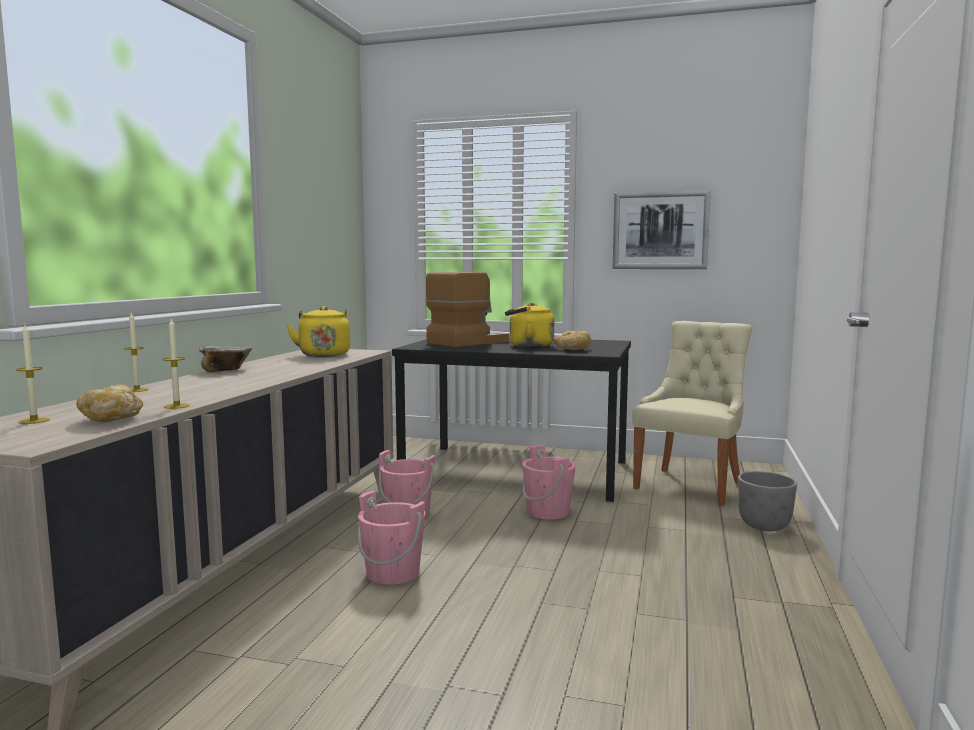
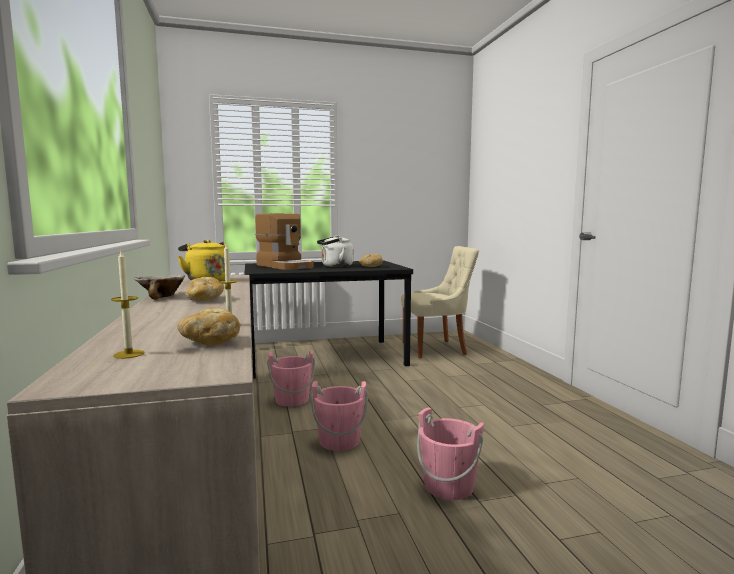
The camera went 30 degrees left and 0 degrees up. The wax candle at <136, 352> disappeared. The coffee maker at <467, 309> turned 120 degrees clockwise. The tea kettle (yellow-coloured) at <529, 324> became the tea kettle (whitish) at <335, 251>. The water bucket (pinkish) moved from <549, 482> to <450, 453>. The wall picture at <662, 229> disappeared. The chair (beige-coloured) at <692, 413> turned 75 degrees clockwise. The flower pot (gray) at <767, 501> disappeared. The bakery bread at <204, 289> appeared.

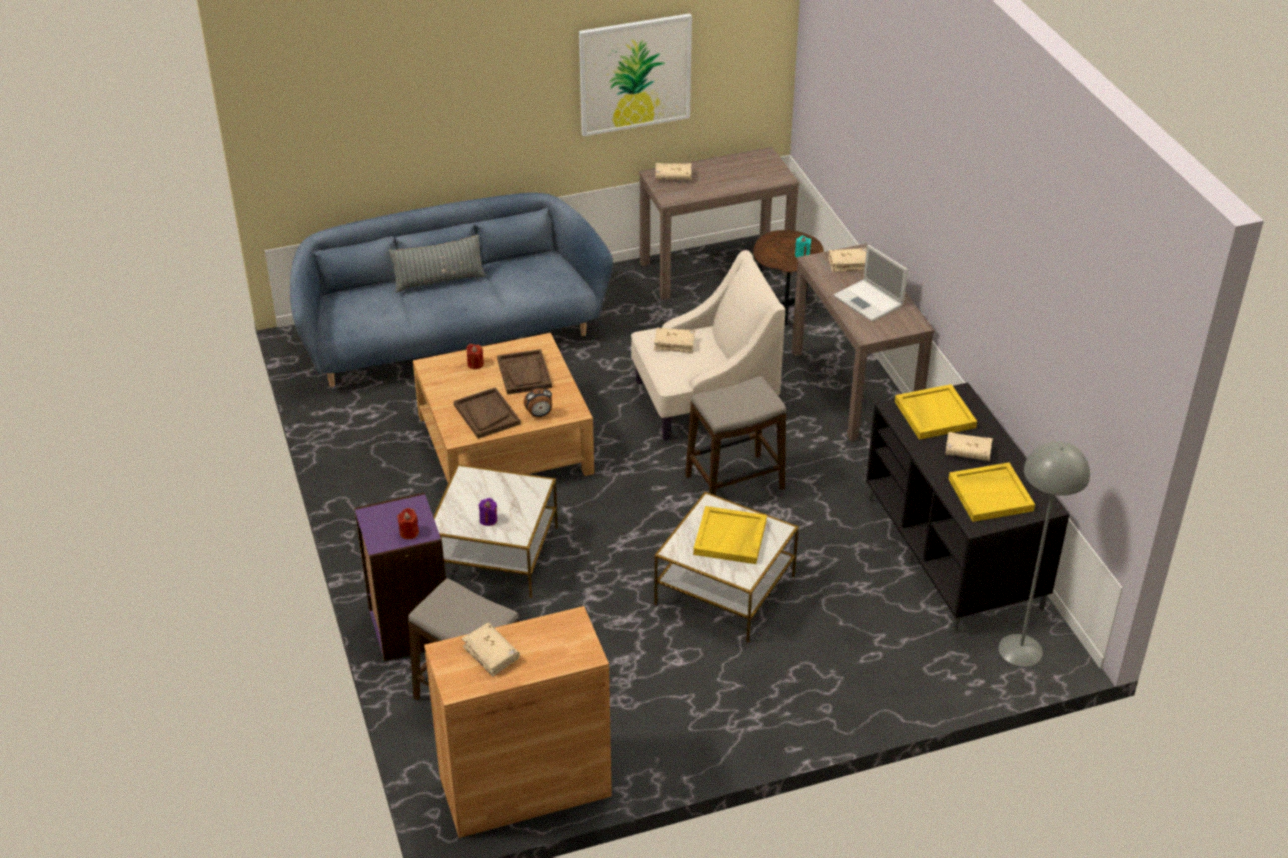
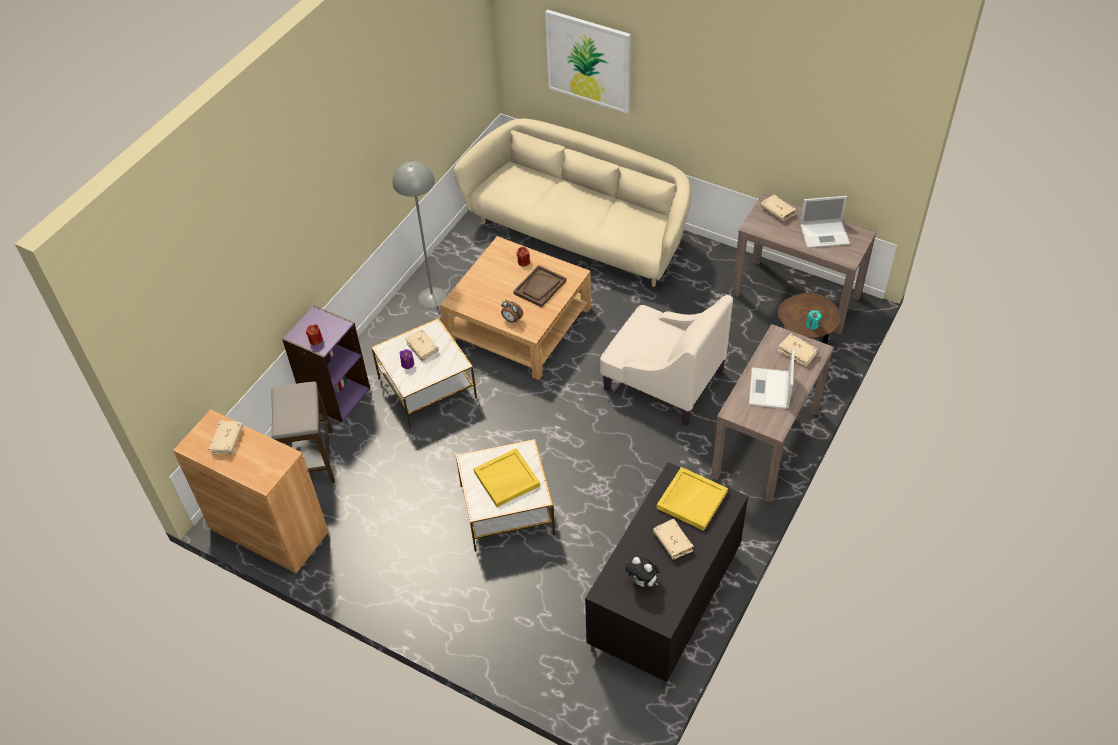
The camera went 50 degrees right and 10 degrees up. The sofa (blue) at <451, 290> became the sofa (beige-coloured) at <573, 203>. The cushion (gray) at <437, 263> disappeared. The tray (brownish) at <487, 413> disappeared. The wall picture moved from <635, 75> to <588, 61>. The volume (beige-coloured) moved from <674, 340> to <422, 345>. The stool seat at <735, 435> disappeared. The tray (yellow-coloured) at <991, 492> was replaced by the plush toy at <642, 572>. The standing lamp (gray) moved from <1044, 553> to <419, 234>. The laptop at <825, 222> appeared.

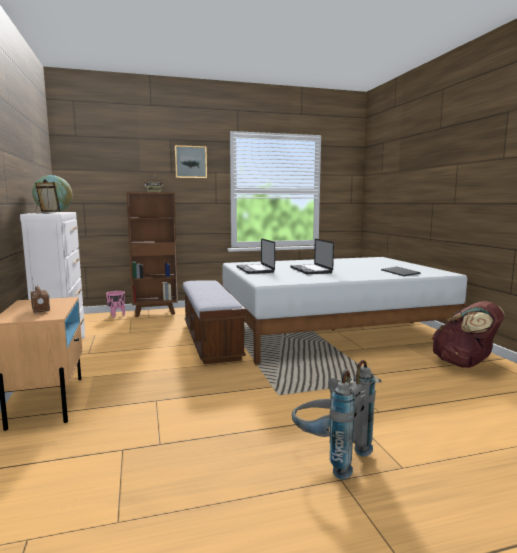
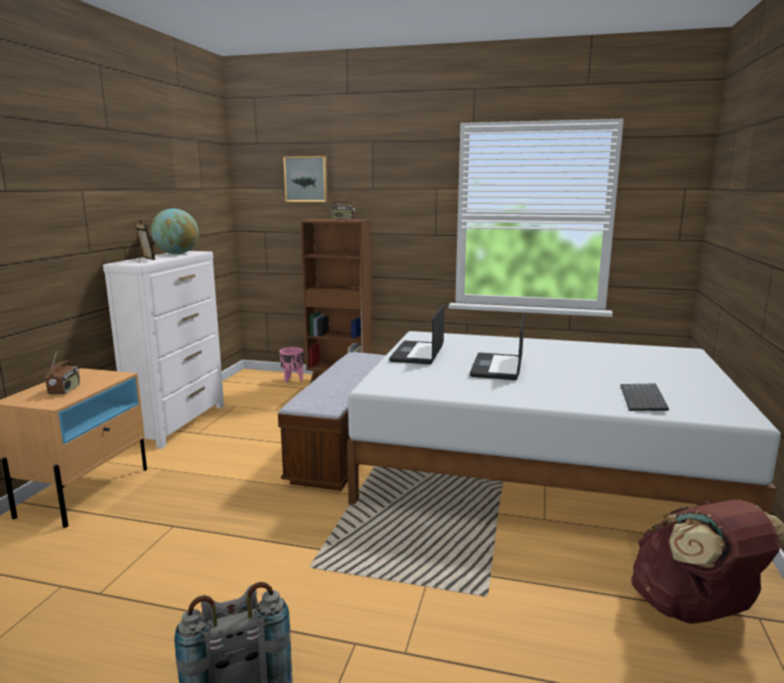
The camera went 30 degrees right and 5 degrees up. The wall picture moved from <191, 161> to <305, 179>.

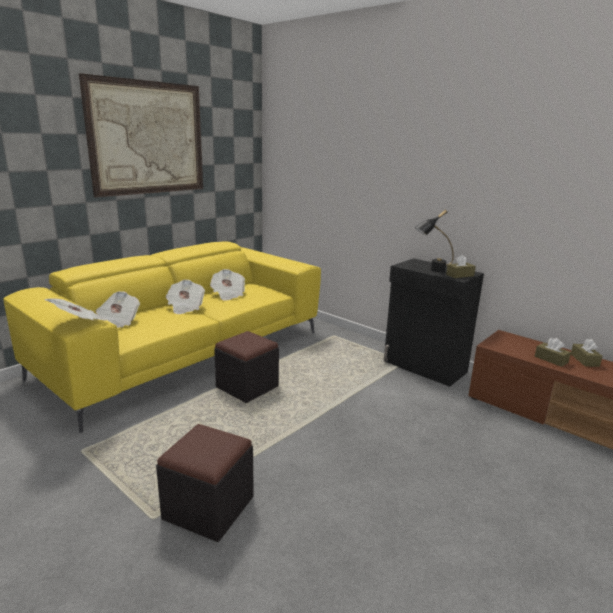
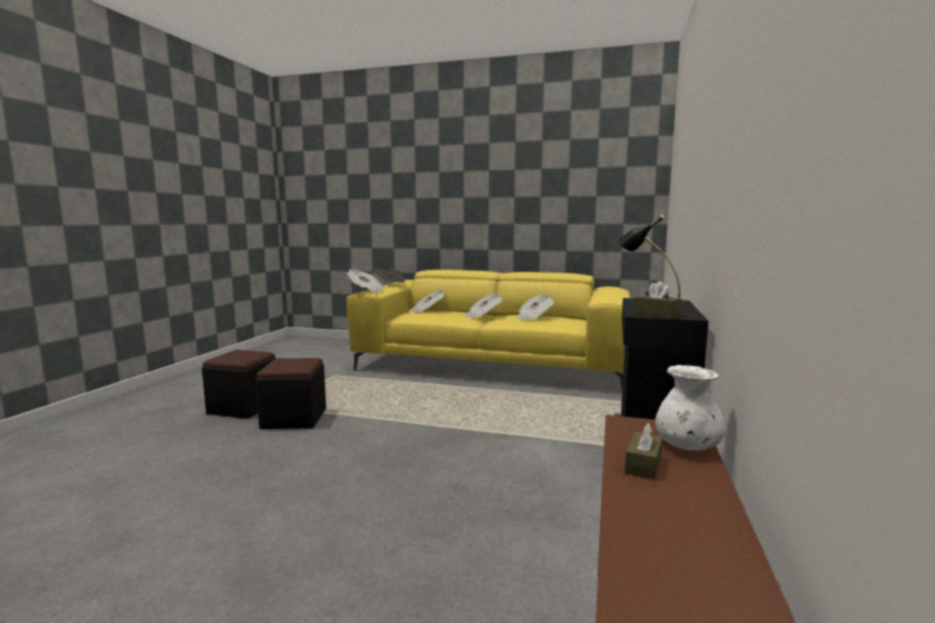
The camera went 65 degrees right and 10 degrees down. The wall picture at <141, 135> disappeared. The ottoman (blackish) moved from <246, 367> to <239, 384>. The tissue box (brownish) at <587, 353> disappeared. The daily paper at <389, 274> appeared. The decorative vase (whitish) at <690, 408> appeared.

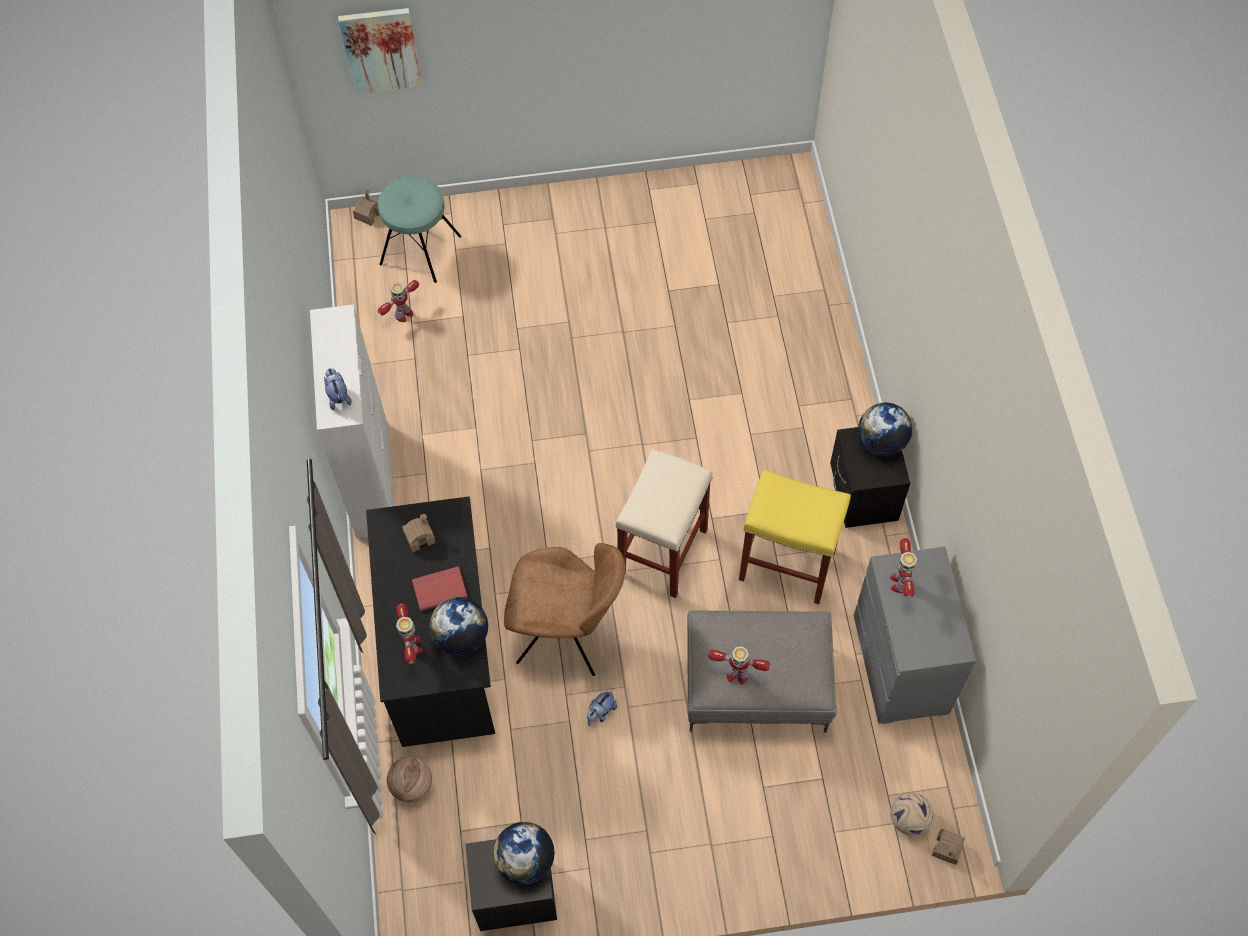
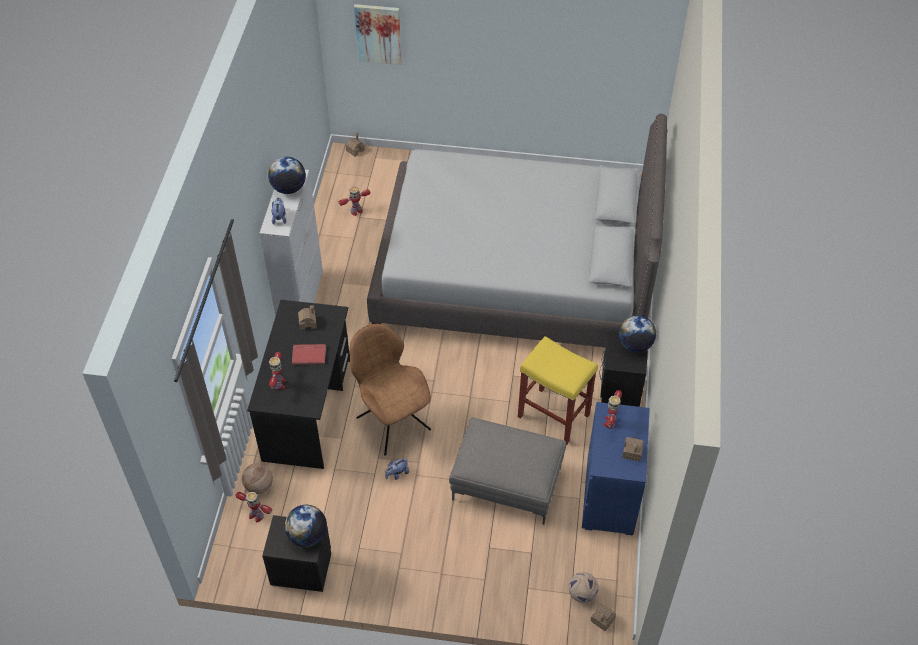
The camera went 15 degrees right and 10 degrees down. The stool seat (turquoise) at <419, 229> disappeared. The desk globe moved from <459, 626> to <287, 175>. The chair (brownish) at <564, 609> turned 150 degrees counterclockwise. The stool seat (beige-coloured) at <664, 523> disappeared. The model robot moved from <739, 665> to <254, 507>. The drawer chest (gray) at <915, 635> became the drawer chest (blue) at <616, 468>. The bedroom bed (gray) at <517, 230> appeared. The miniature house at <633, 449> appeared.

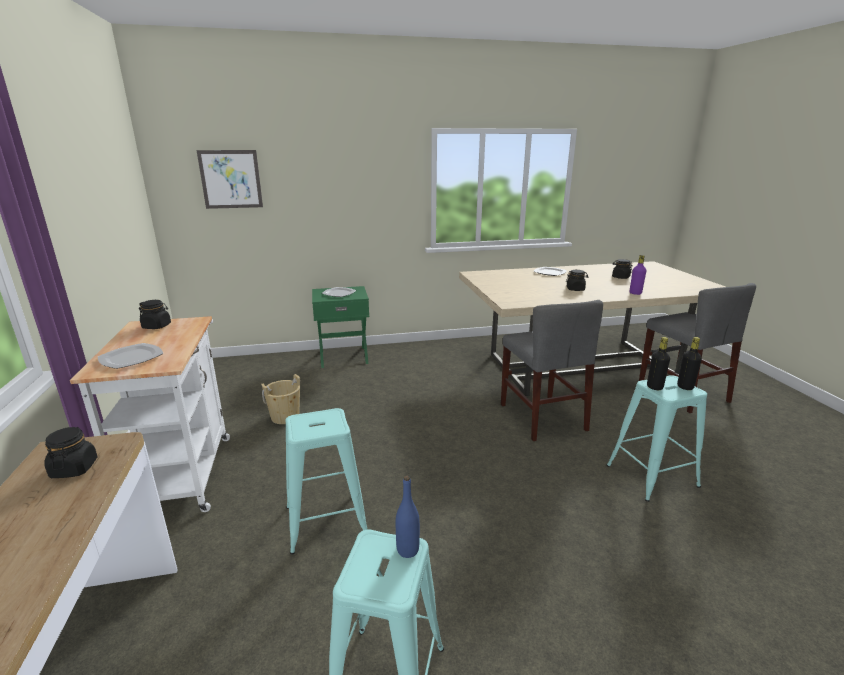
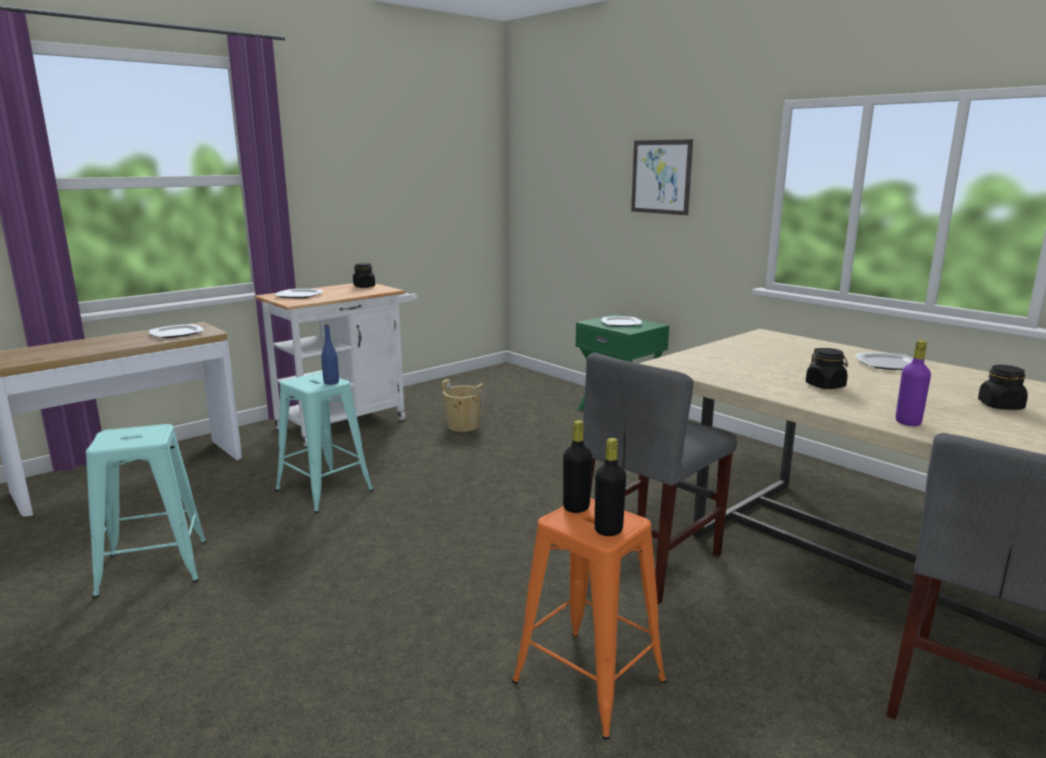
The camera went 60 degrees right and 5 degrees down. The preserve jar (blackish) at <71, 452> was replaced by the plate at <176, 331>. The wall picture moved from <230, 179> to <662, 177>. The beverage bottle (blue) moved from <408, 517> to <330, 354>. The stool seat (turquoise) at <657, 438> became the stool seat (orange-coloured) at <589, 619>.

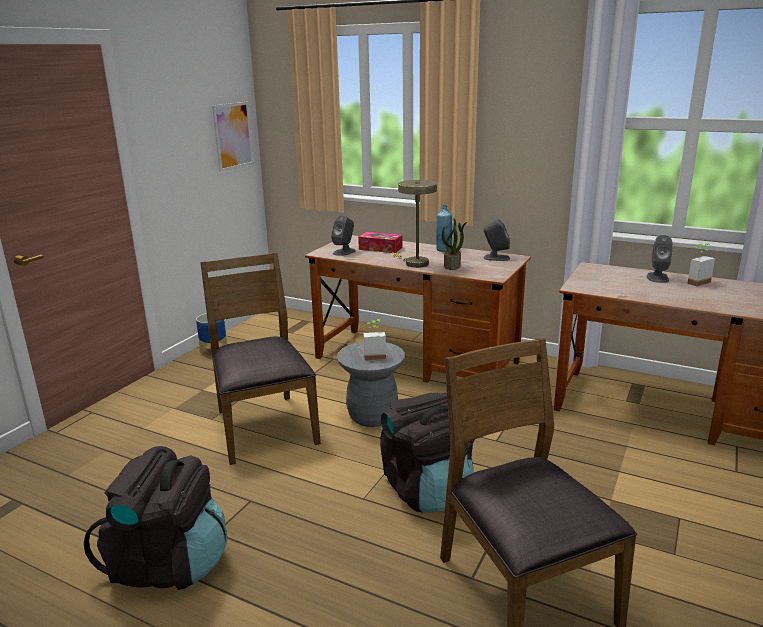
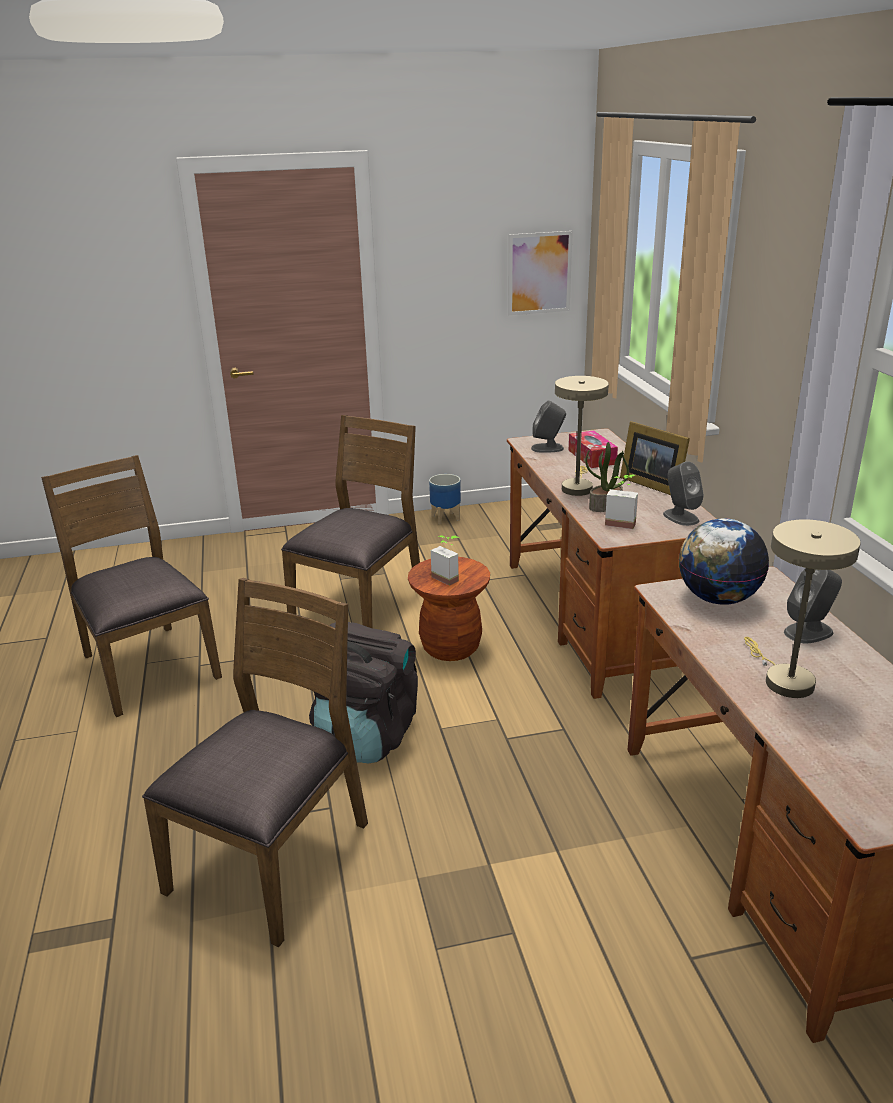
The camera went 50 degrees right and 5 degrees up. The knapsack (blackish) at <155, 518> was replaced by the chair (brownish) at <131, 586>. The stool seat (gray) at <371, 384> became the stool seat (brownish) at <449, 609>. The beverage bottle (blue) at <444, 228> was replaced by the photo frame at <655, 458>. The potted plant moved from <701, 264> to <621, 502>. The desk globe at <724, 561> appeared. The tabletop lamp (beige-coloured) at <802, 608> appeared.

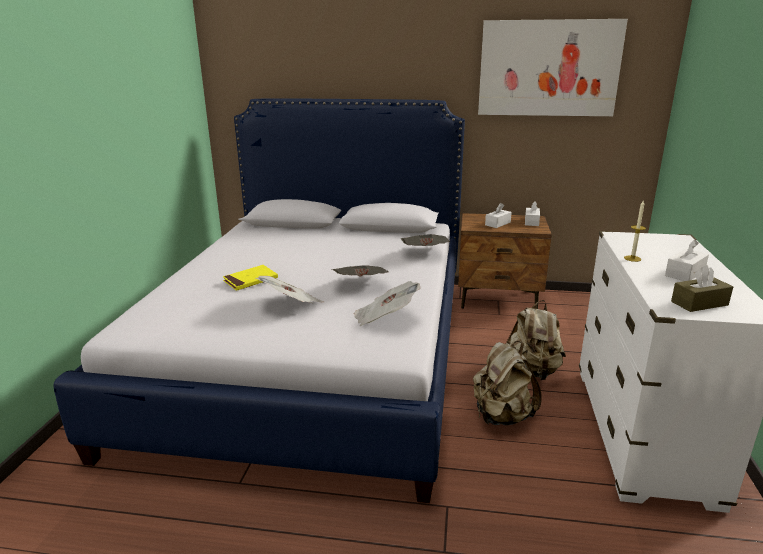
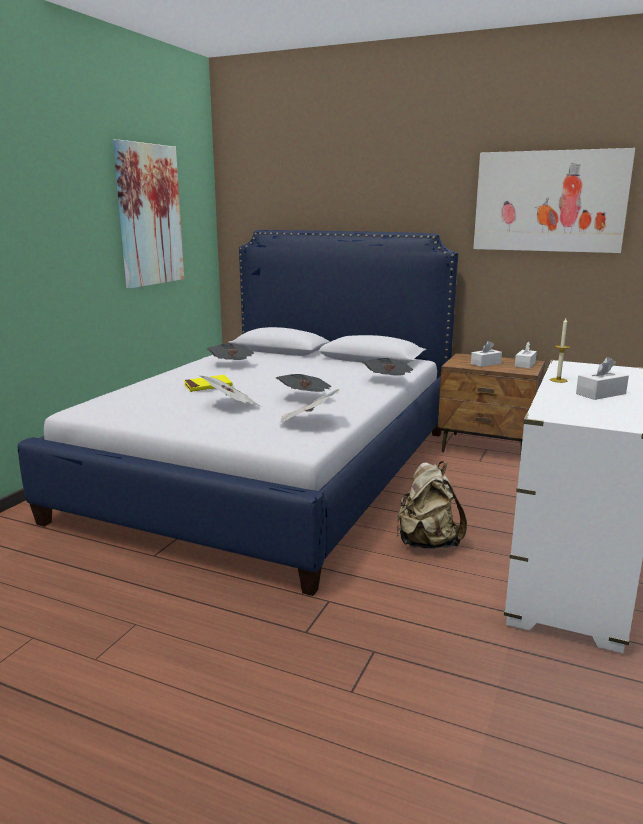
The camera went 15 degrees right and 5 degrees down. The knapsack (beige-coloured) at <536, 340> disappeared. The tissue box (brownish) at <702, 288> disappeared. The wall picture at <148, 214> appeared. The daily paper at <230, 351> appeared.

